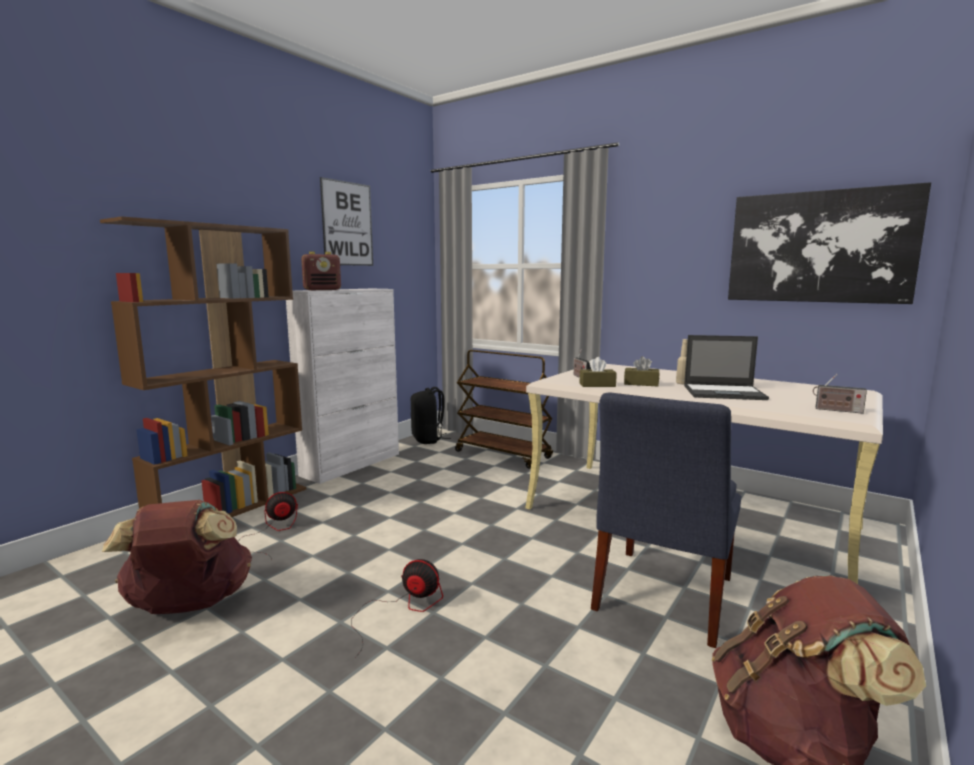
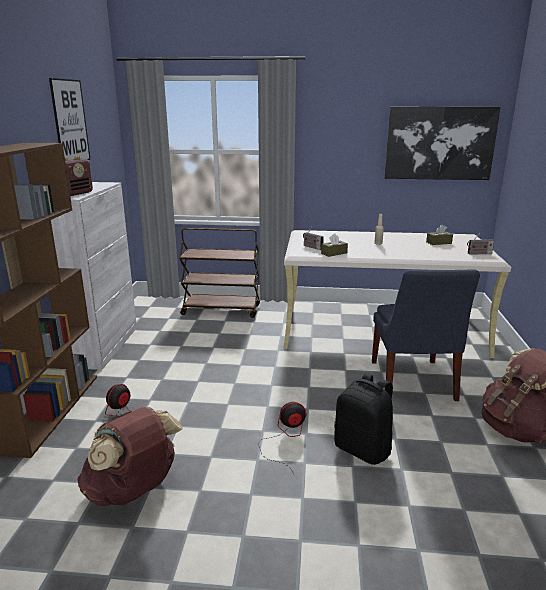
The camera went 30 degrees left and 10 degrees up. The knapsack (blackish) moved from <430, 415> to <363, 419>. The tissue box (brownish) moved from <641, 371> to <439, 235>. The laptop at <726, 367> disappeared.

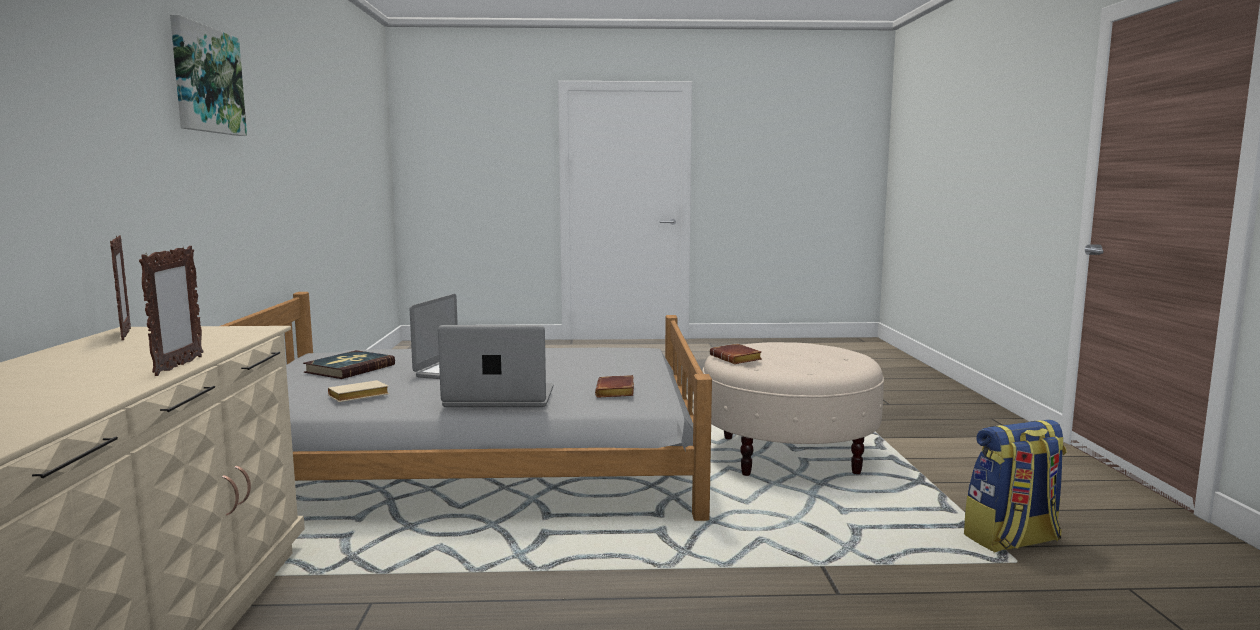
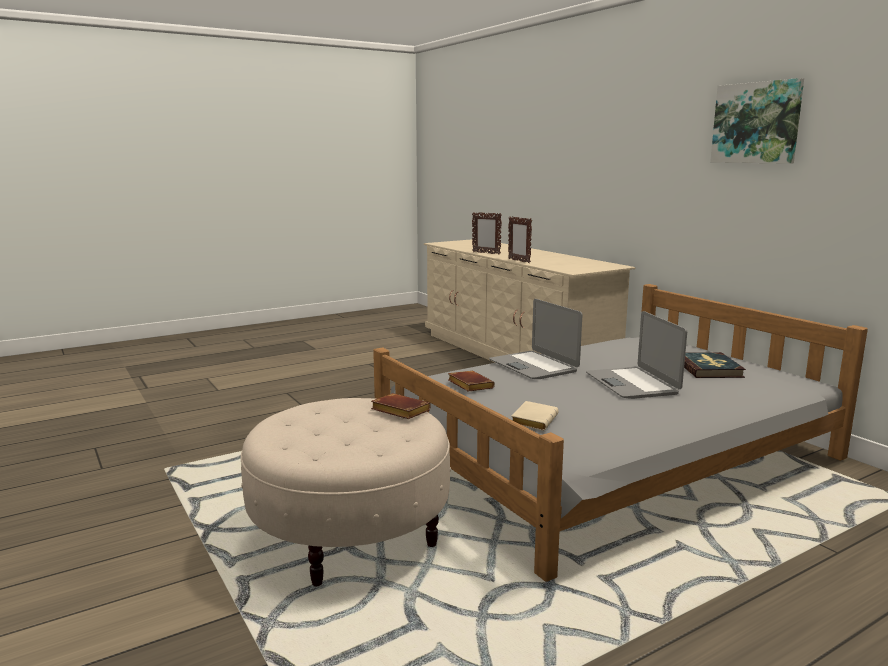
The camera went 150 degrees right and 5 degrees up. The photo frame moved from <120, 287> to <487, 233>. The volume (beige-coloured) moved from <358, 391> to <535, 416>. The laptop at <495, 366> turned 90 degrees clockwise. The knapsack at <1015, 486> disappeared.

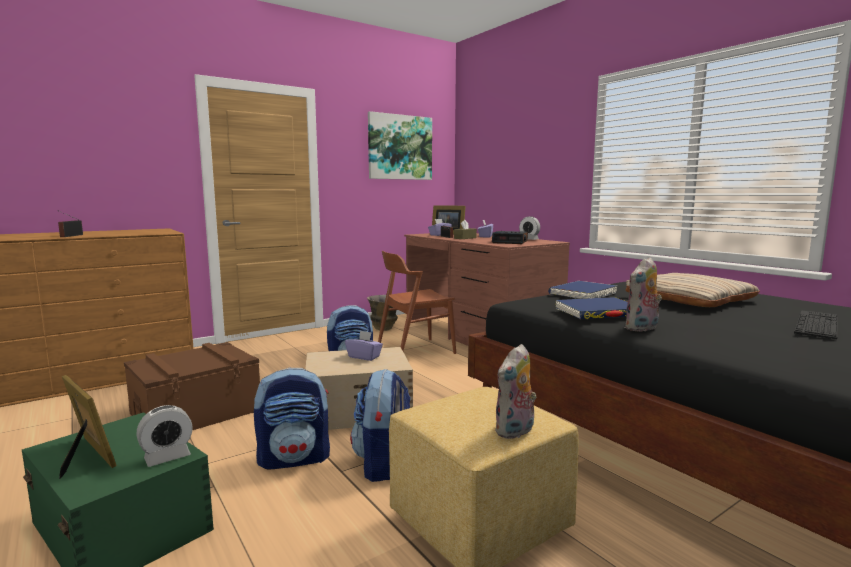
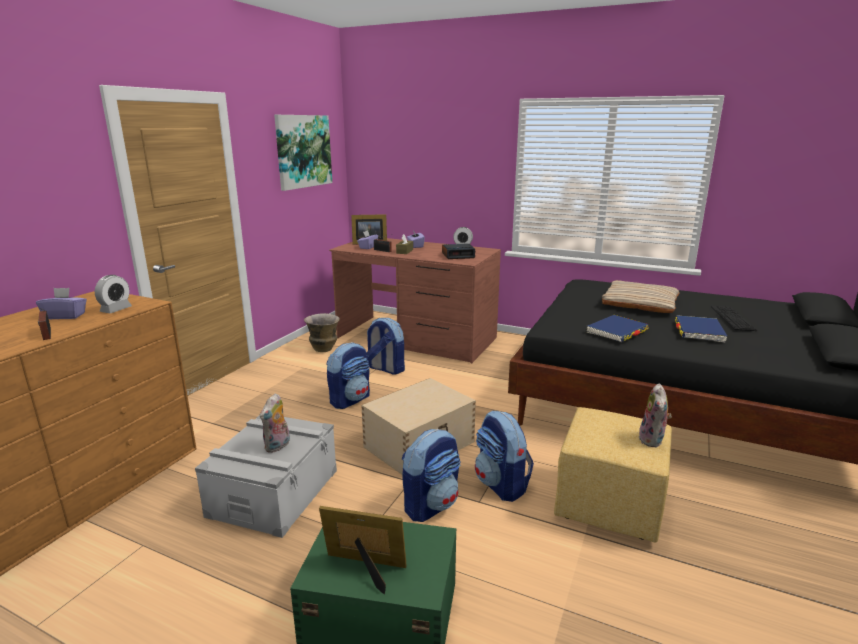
The camera went 30 degrees left and 10 degrees up. The storage box (brownish) at <192, 386> became the storage box (gray) at <266, 476>. The bedside clock moved from <164, 436> to <113, 294>. The tissue box (purple-coloured) moved from <364, 345> to <61, 303>. The chair (brownish) at <417, 302> was replaced by the knapsack at <385, 346>. The volume (blue) moved from <582, 290> to <701, 329>. The plush toy moved from <643, 294> to <275, 423>.

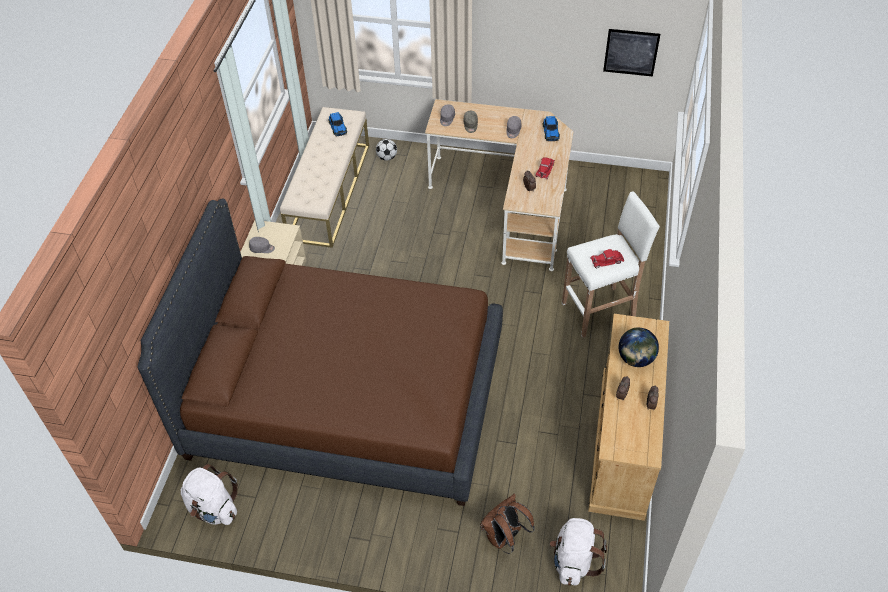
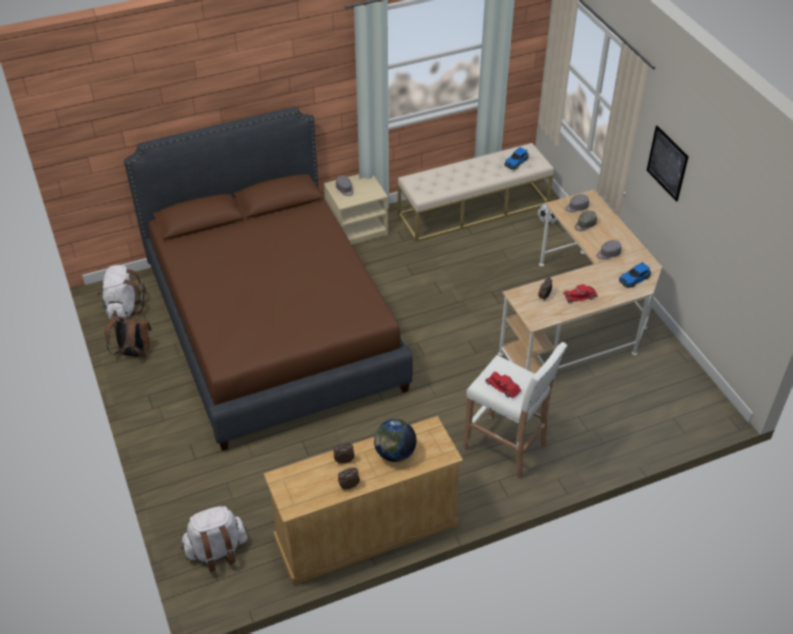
The camera went 55 degrees right and 5 degrees down. The knapsack (brownish) moved from <507, 524> to <128, 336>. The wall picture moved from <631, 52> to <667, 164>.

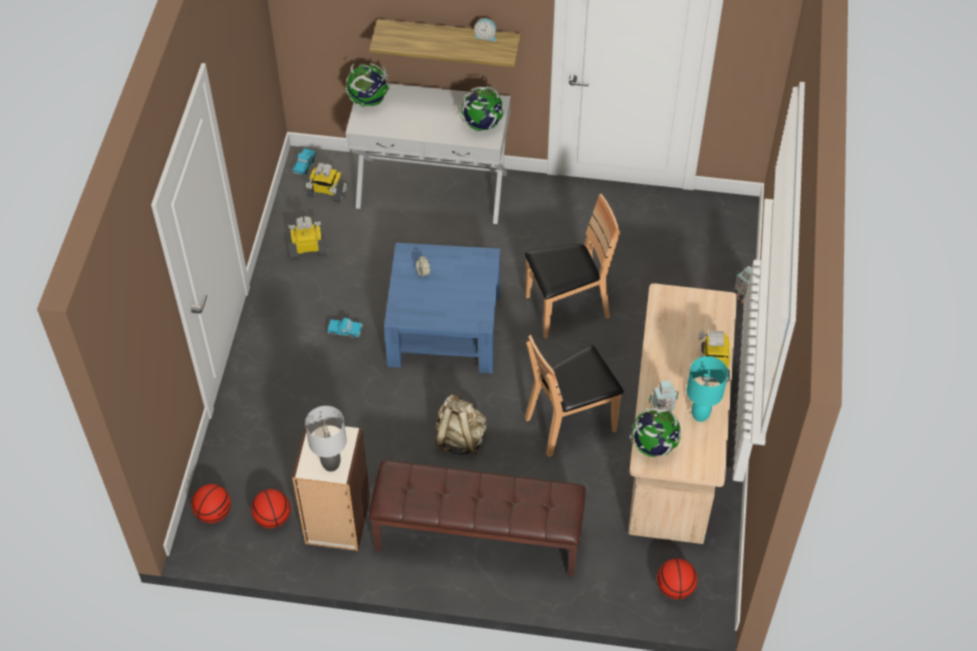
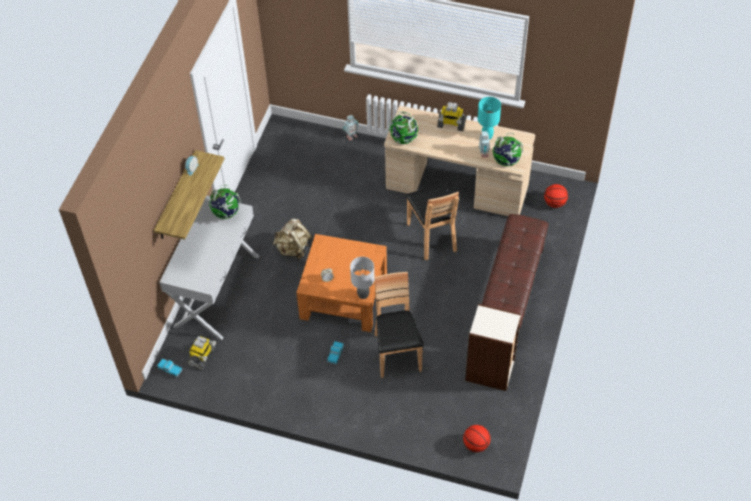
The camera went 80 degrees left and 0 degrees up. The basketball ball at <271, 508> disappeared. The model robot at <308, 238> disappeared. The tabletop lamp (gray) moved from <326, 439> to <362, 278>. The desk globe moved from <368, 85> to <403, 127>. The low table (blue) at <442, 308> became the low table (orange-coloured) at <341, 283>. The knapsack (beige-coloured) moved from <461, 425> to <292, 239>. The chair (brownish) moved from <572, 266> to <399, 325>.

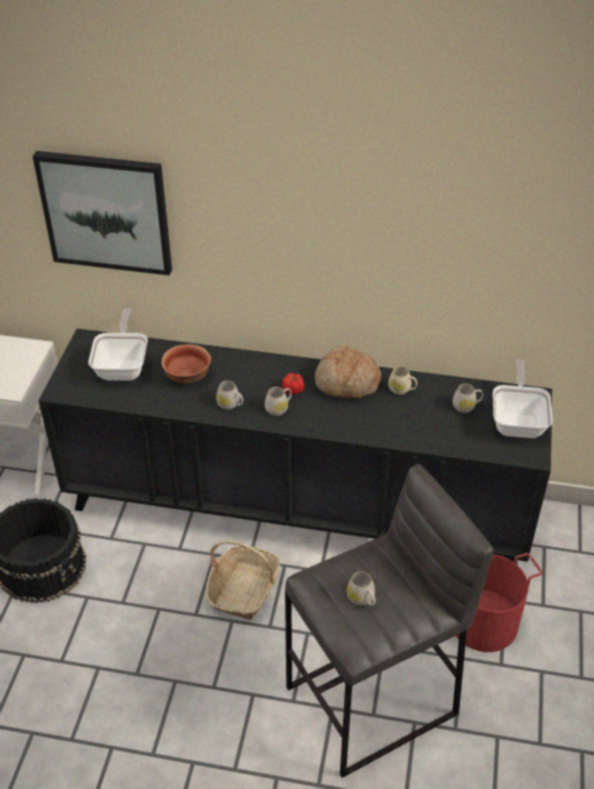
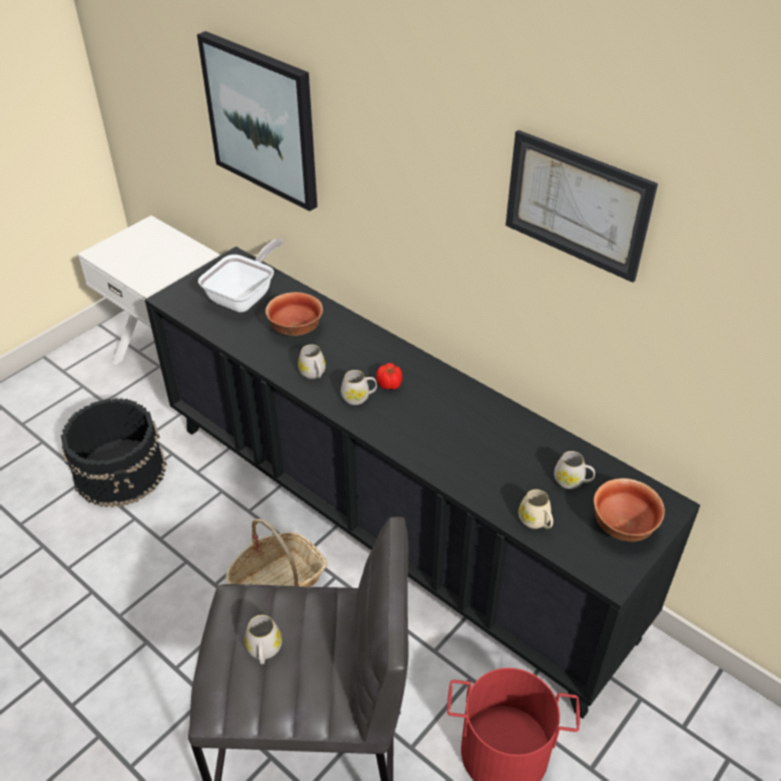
The camera went 30 degrees right and 0 degrees up. The bakery bread at <348, 372> disappeared. The coffee mug (beige-coloured) moved from <402, 380> to <536, 509>. The pan at <523, 398> was replaced by the bowl at <629, 510>. The wall picture at <582, 206> appeared.

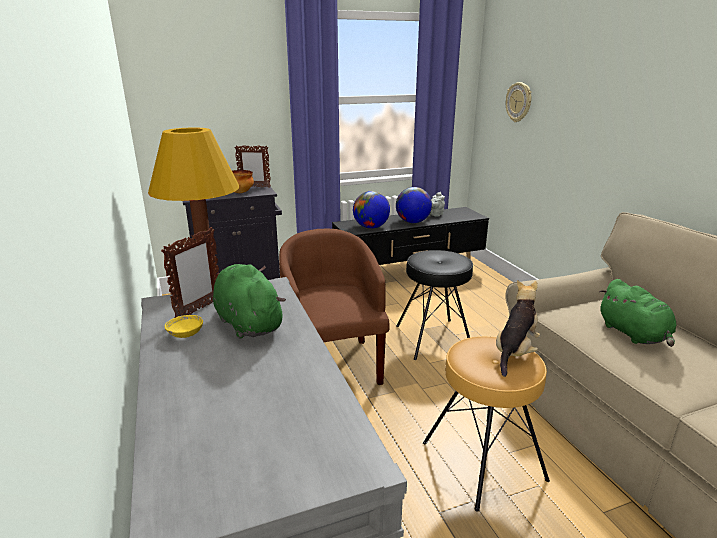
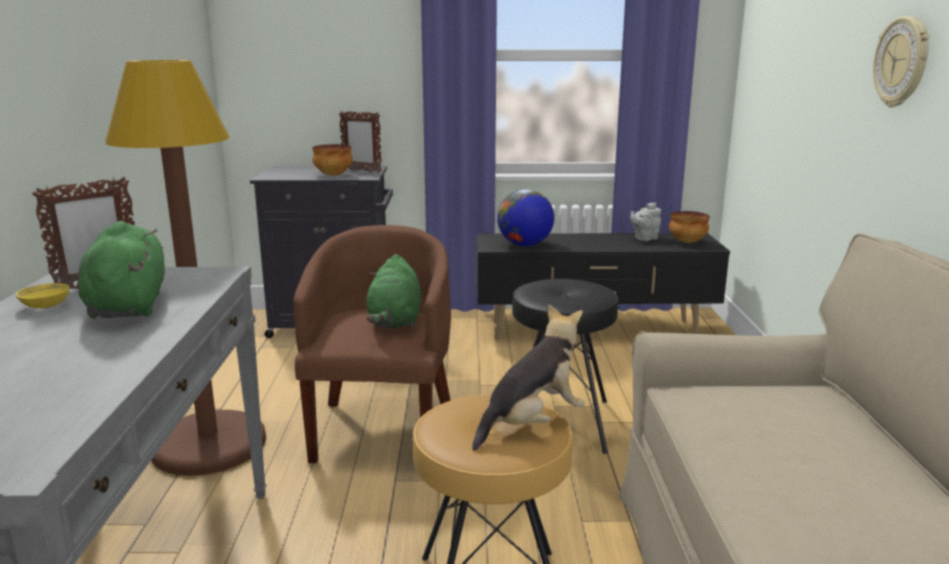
The camera went 20 degrees right and 5 degrees down. The desk globe at <414, 205> disappeared. The clock on the wall moved from <518, 102> to <901, 61>. The plush toy (green-coloured) moved from <637, 313> to <394, 291>. The bowl at <689, 227> appeared.

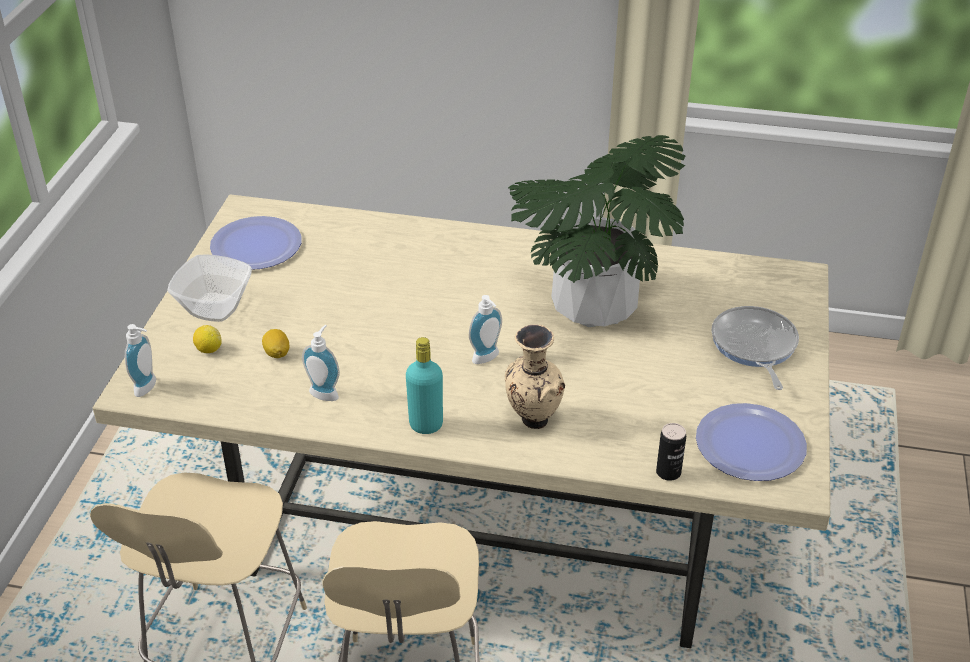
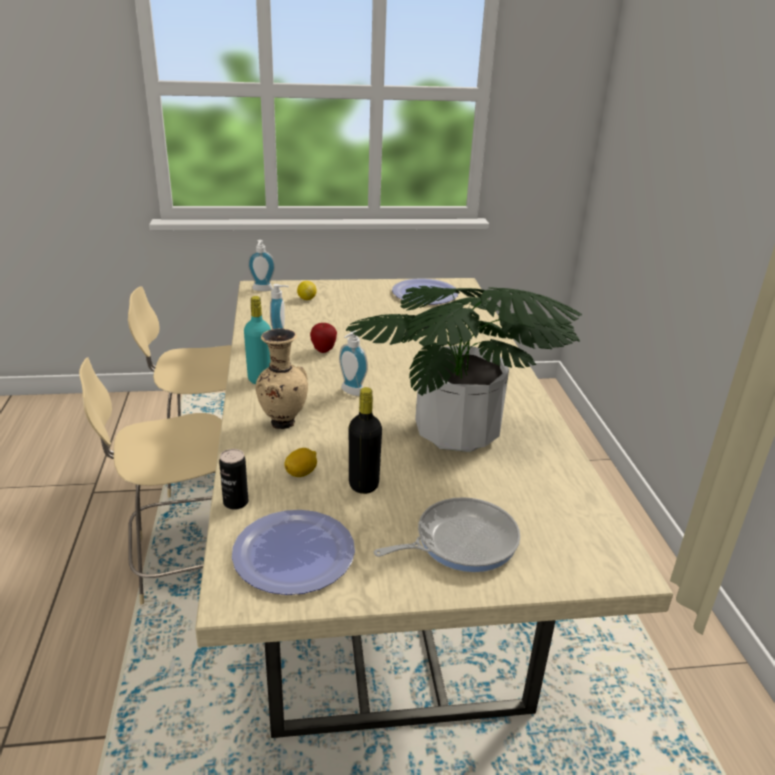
The camera went 70 degrees right and 10 degrees down. The bowl at <210, 288> disappeared. The lemon moved from <275, 343> to <300, 462>. The apple fruit at <323, 338> appeared. The beverage bottle (blackish) at <365, 440> appeared.

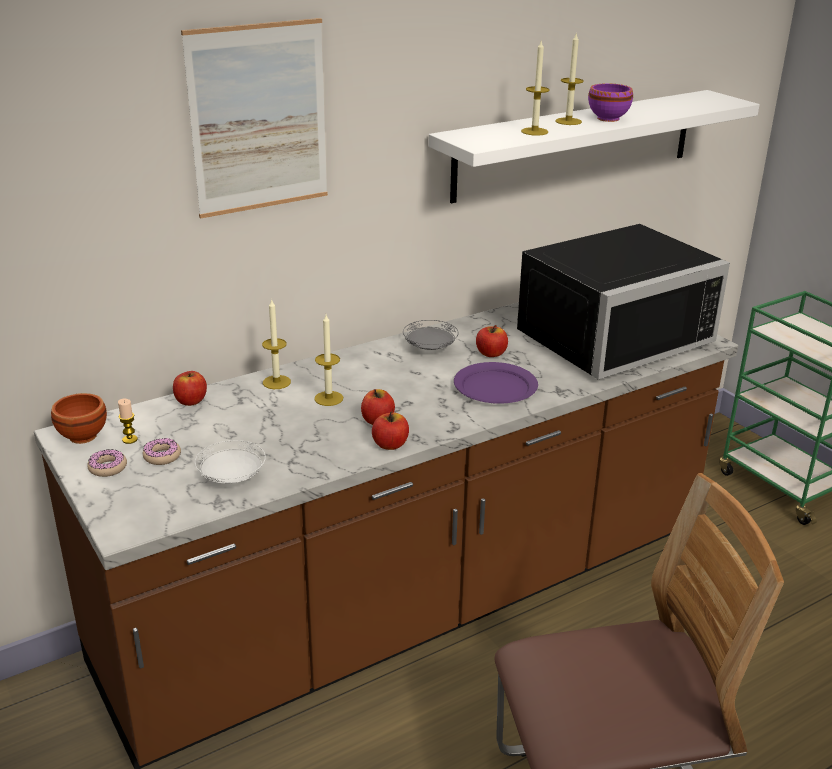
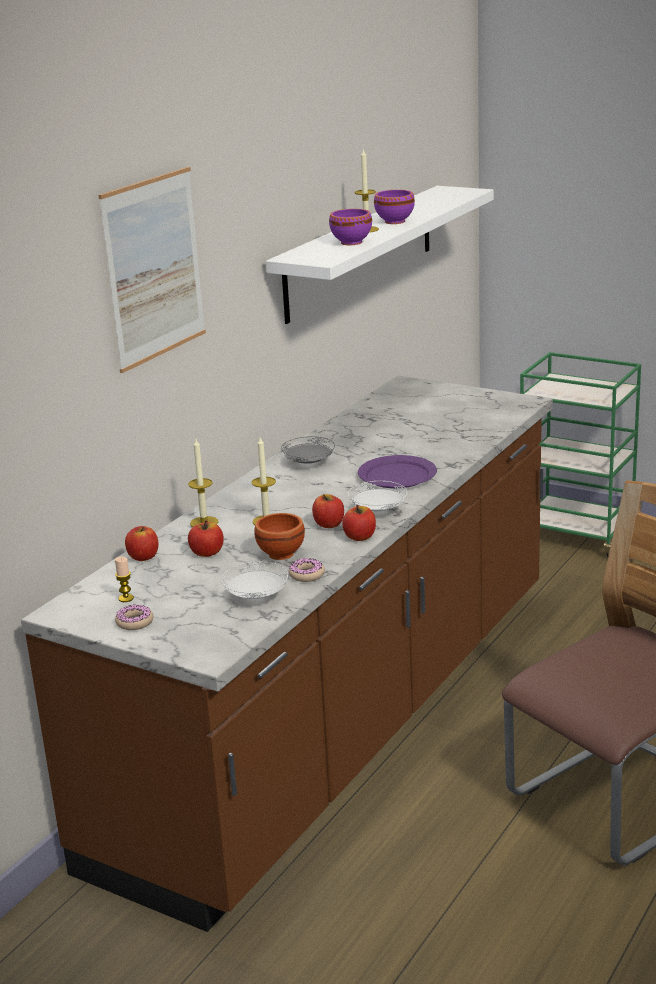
The camera went 25 degrees left and 5 degrees down. The bowl (brownish) moved from <79, 418> to <279, 536>. The ring doughnut moved from <162, 451> to <307, 570>. The apple fruit moved from <492, 341> to <206, 538>. The kitchen microwave (blackish) at <623, 301> disappeared. The wax candle at <535, 87> was replaced by the bowl (purple-coloured) at <350, 227>. The plate (whitish) at <377, 496> appeared.

